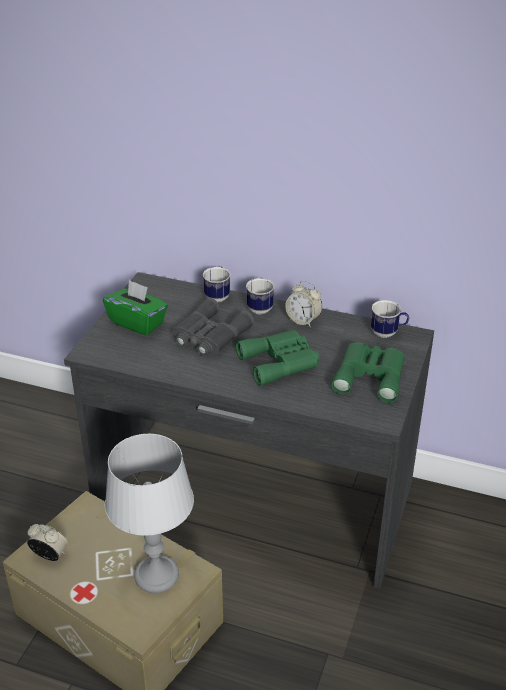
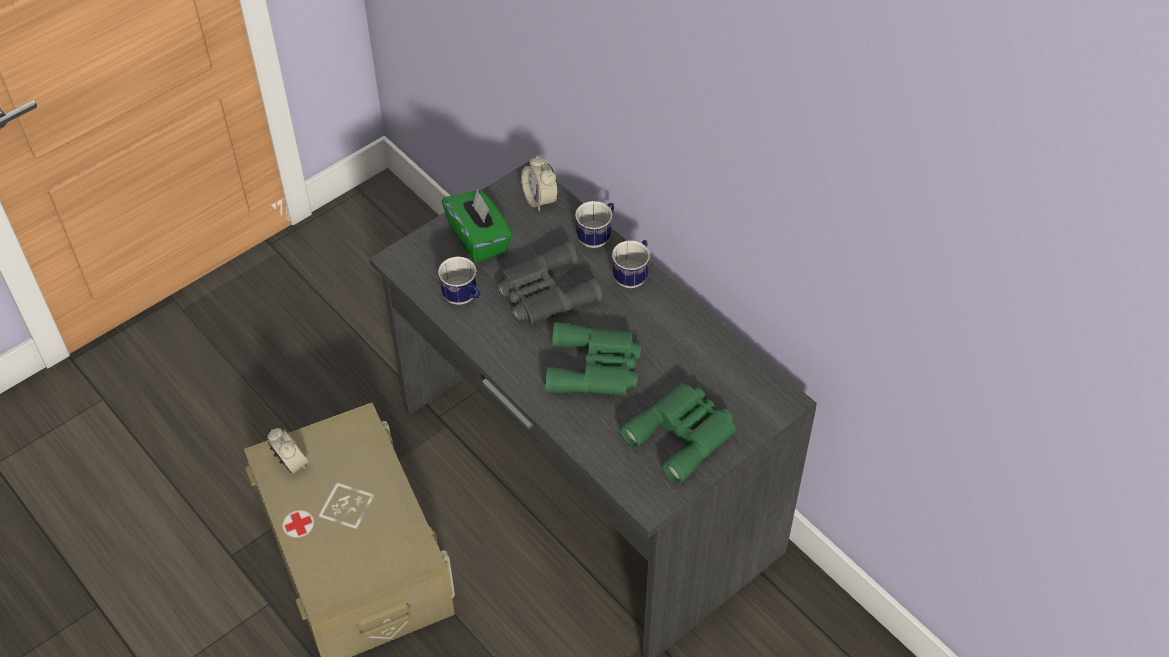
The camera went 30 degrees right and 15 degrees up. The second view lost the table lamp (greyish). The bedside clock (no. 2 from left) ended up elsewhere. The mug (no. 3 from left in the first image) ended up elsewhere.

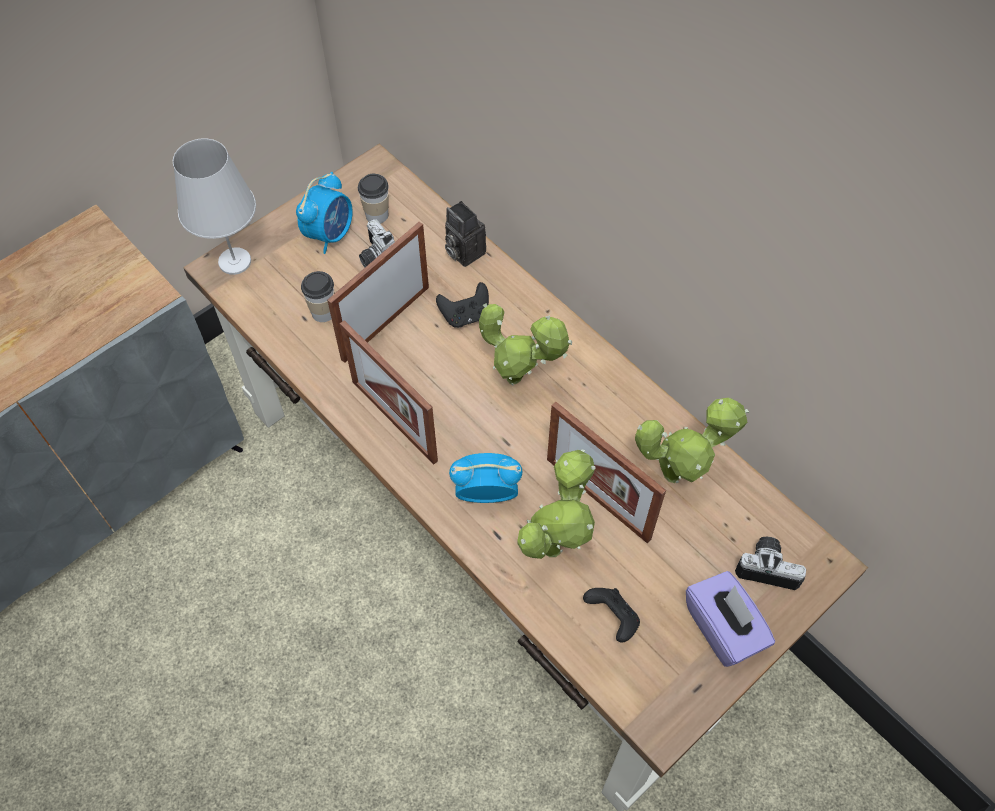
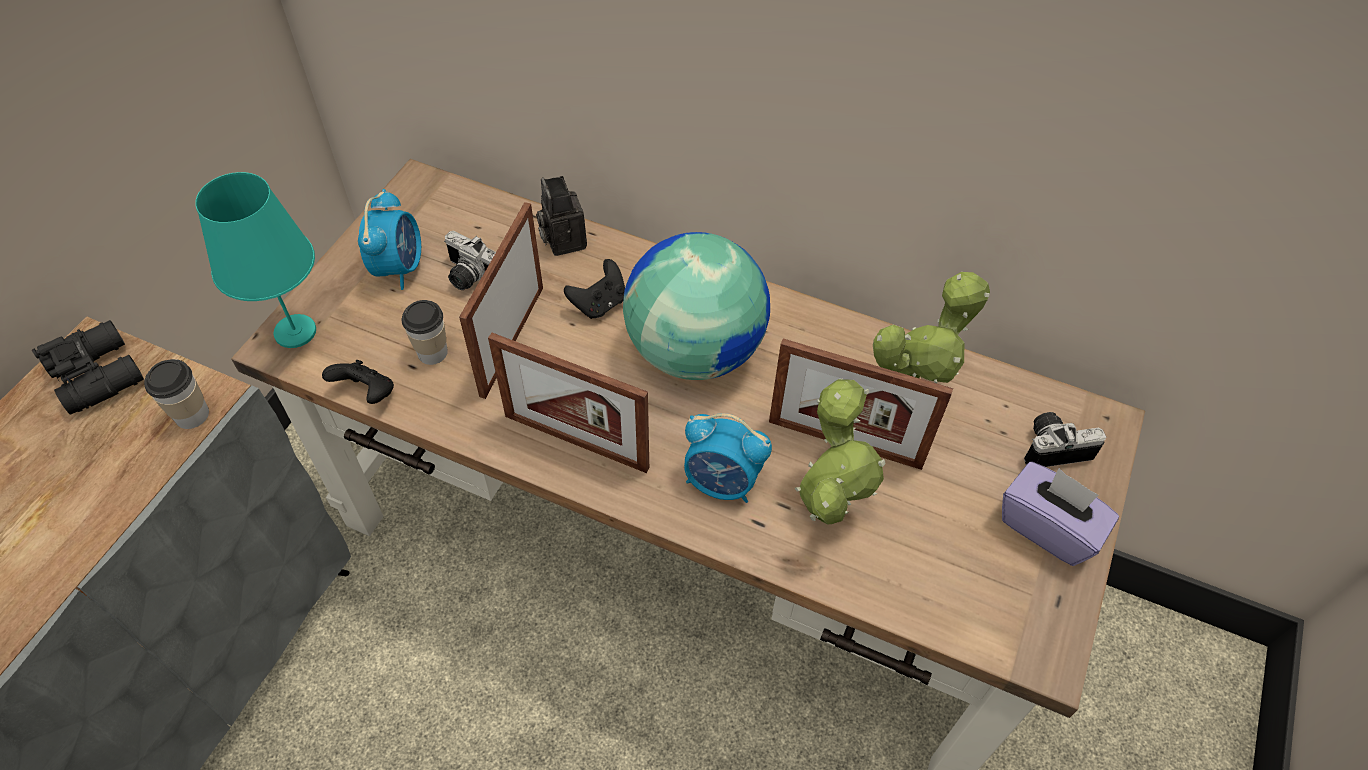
The camera went 25 degrees left and 5 degrees down. What was the table lamp (whitish) turned into the table lamp (turquoise-coloured). The drinking cup (no. 2 from left in the first image) ended up elsewhere. The still camera (no. 2 from left) ended up facing another way, 45 degrees clockwise from before. The bedside clock (no. 2 from left) ended up facing another way, 135 degrees counterclockwise from before. Where the plant in a pot (no. 1 from left) stood, the desk globe came to stand. The gamepad (black-coloured) (no. 2 from left in the first image) ended up elsewhere. The second view gained the field glasses (black-coloured).

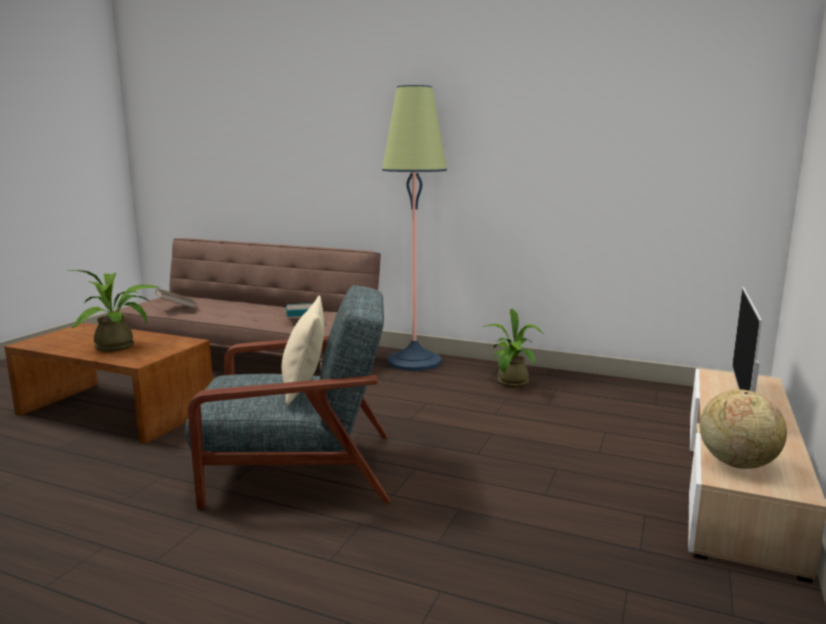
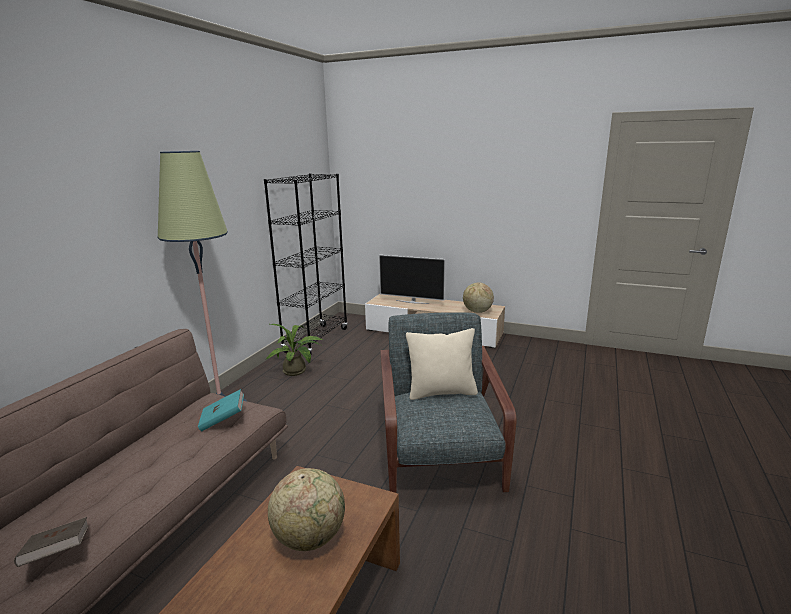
The camera went 90 degrees left and 5 degrees up. Where the plant in a pot (no. 1 from left) stood, the desk globe (no. 1 from left) came to stand. The second view gained the shelving unit (black-coloured).

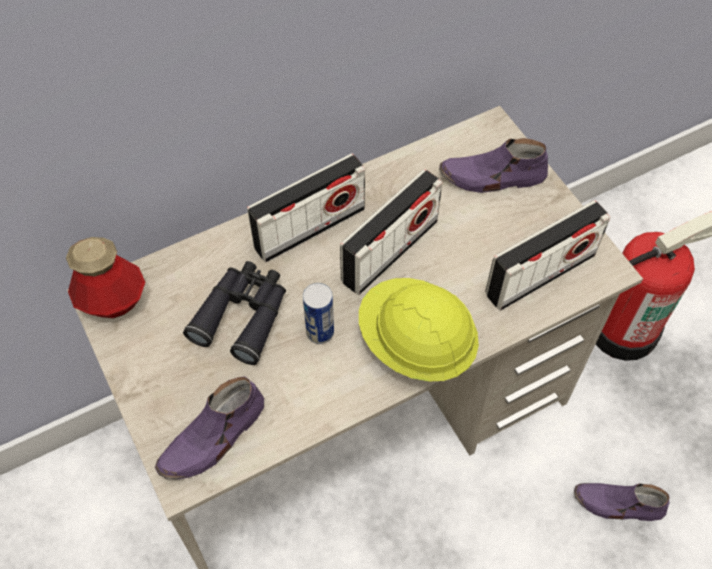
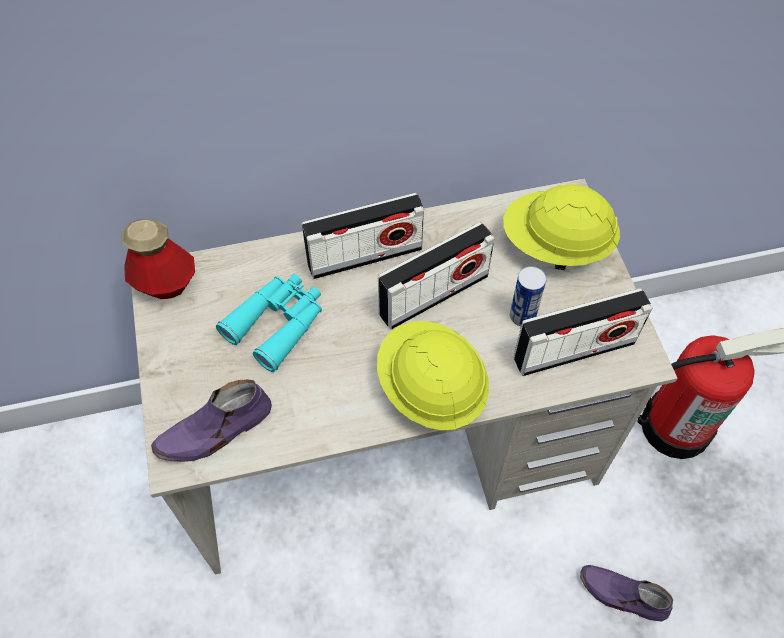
The camera went 15 degrees right and 0 degrees up. What was the field glasses (black-coloured) turned into the field glasses (turquoise-coloured). The can ended up elsewhere. Where the shoe (purple-coloured) (no. 2 from left) stood, the safety helmet (yellow-coloured) (no. 2 from left) came to stand.

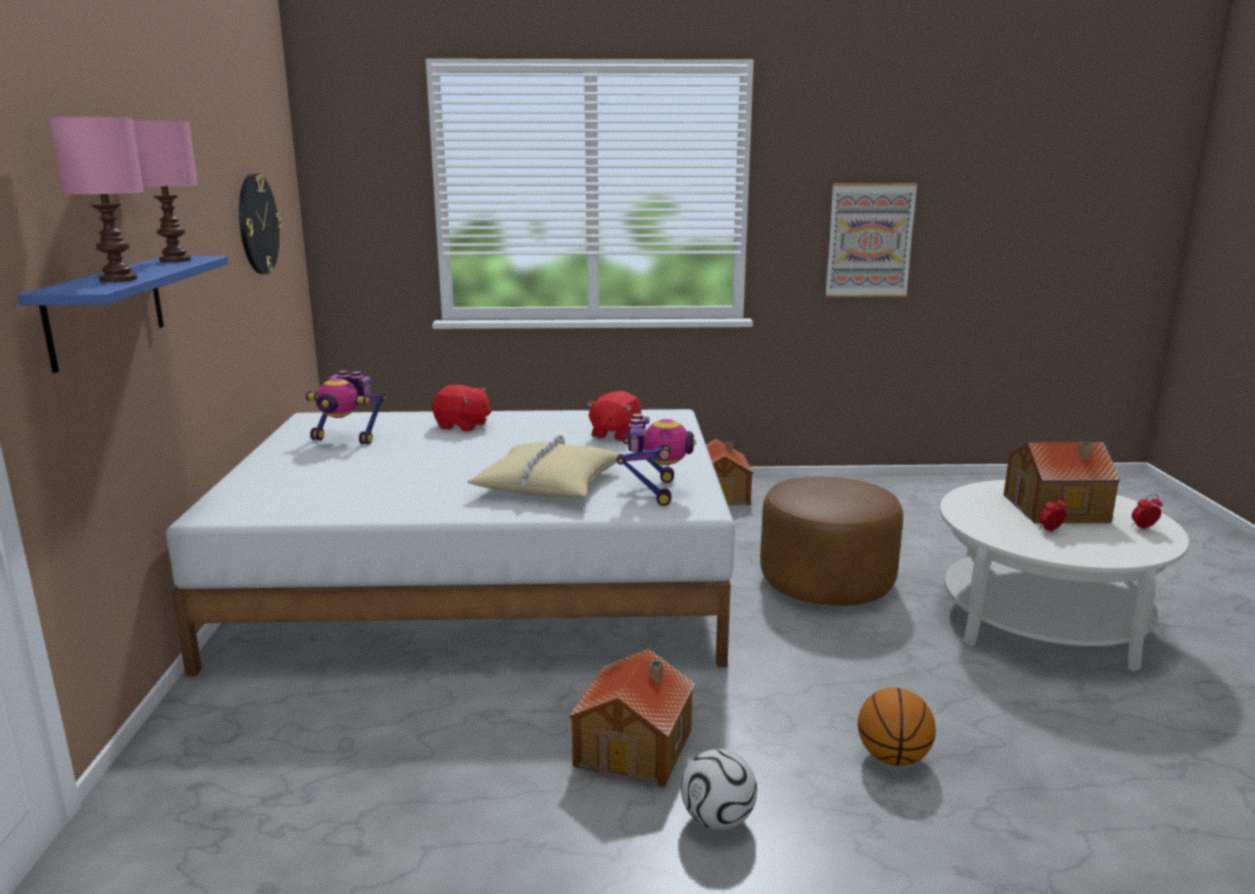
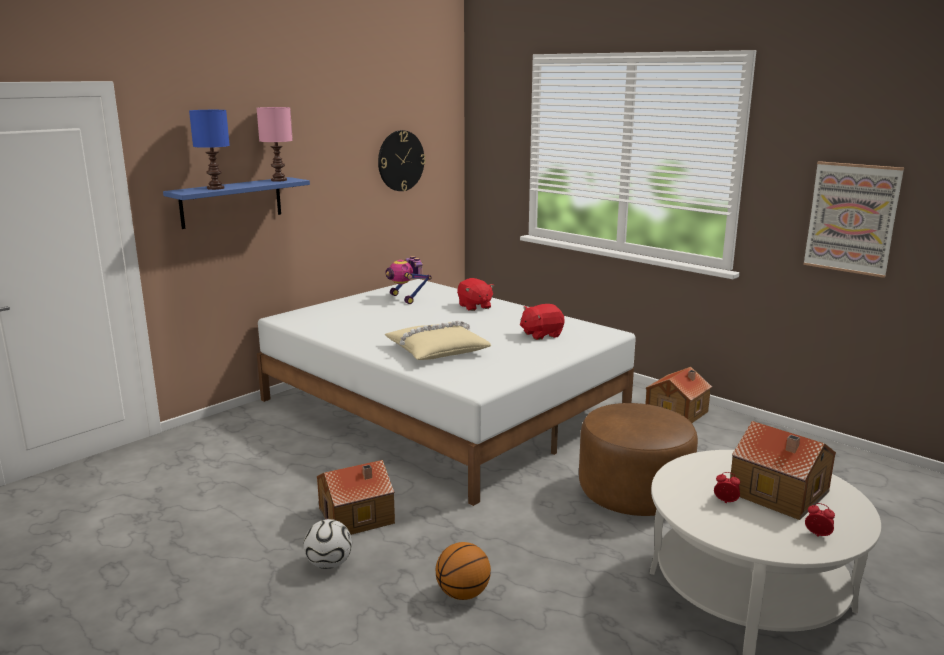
The camera went 45 degrees right and 0 degrees up. What was the table lamp (pink) (no. 1 from left) turned into the table lamp (bluish). The second view lost the robot figure (no. 2 from left).

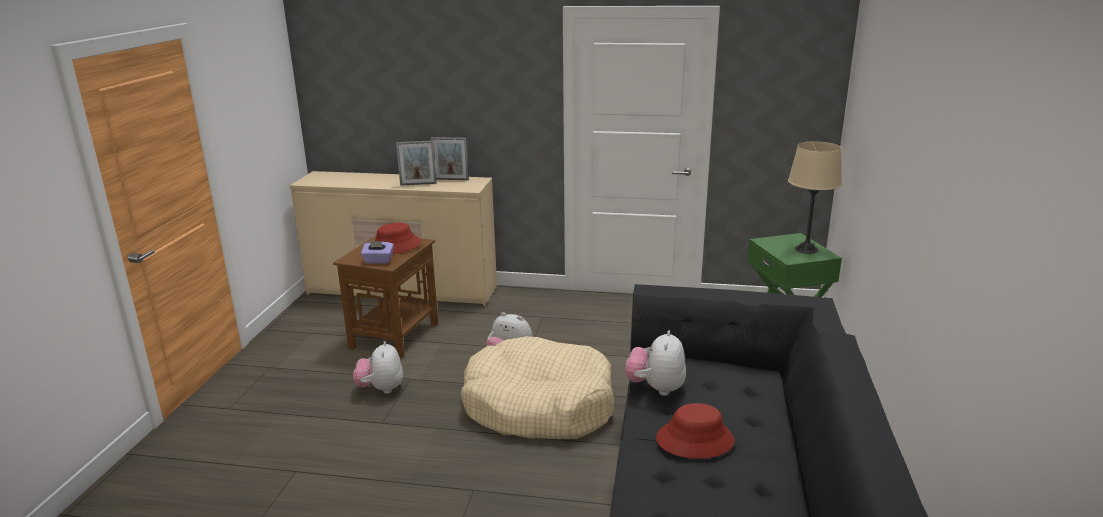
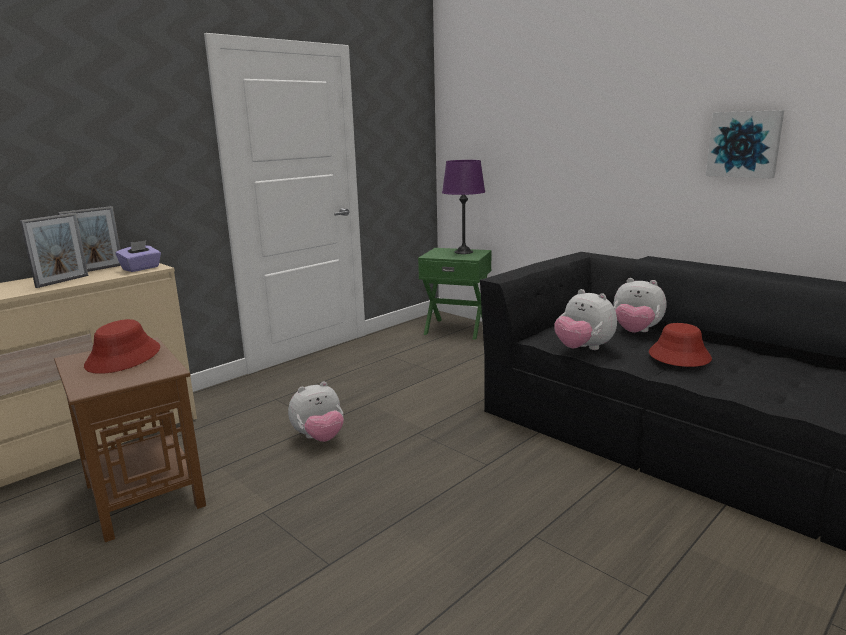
The camera went 55 degrees left and 5 degrees down. The soft toy (no. 1 from left in the first image) ended up elsewhere. The tissue holder (purple-coloured) ended up elsewhere. The second view lost the dog cushion (sand-coloured). What was the table lamp (sand-coloured) turned into the table lamp (purple-coloured). The second view gained the wall art.

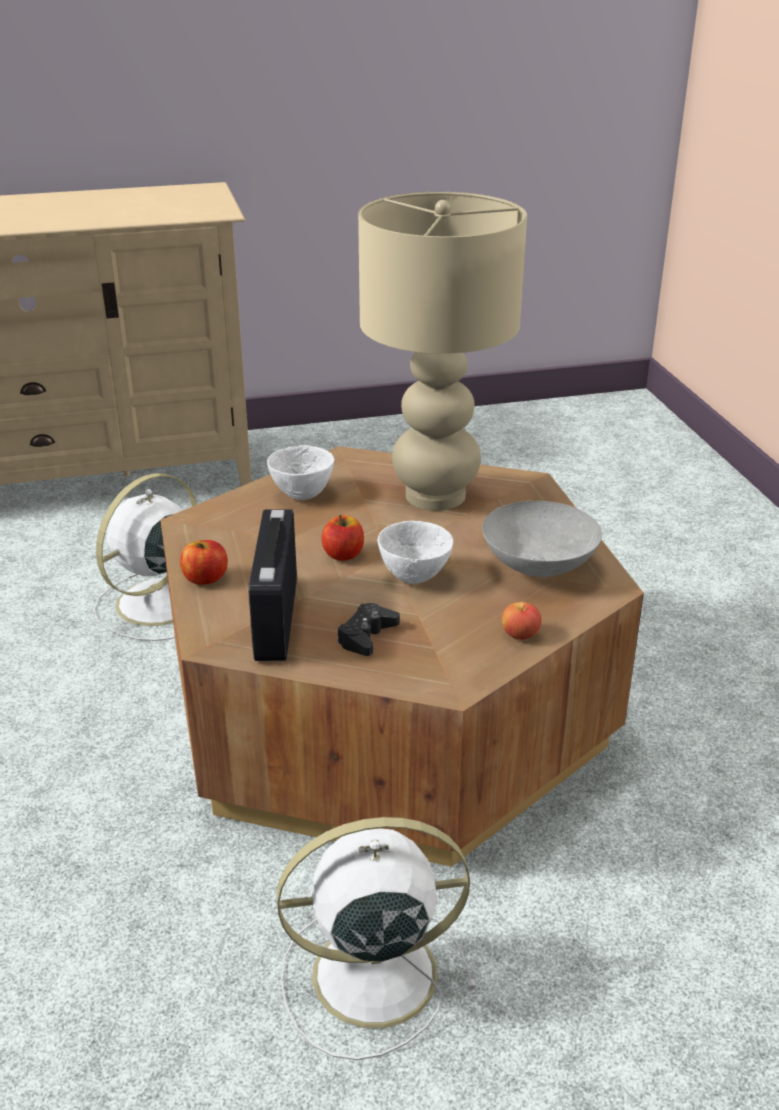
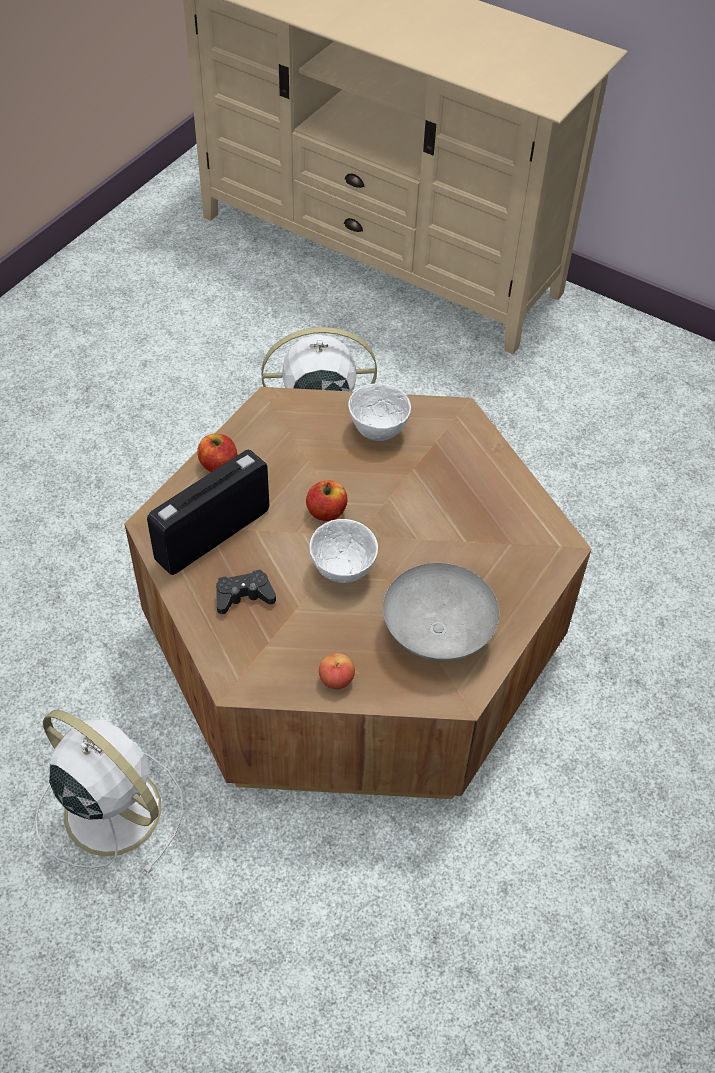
The camera went 45 degrees right and 20 degrees up. The second view lost the table lamp (sand-coloured).

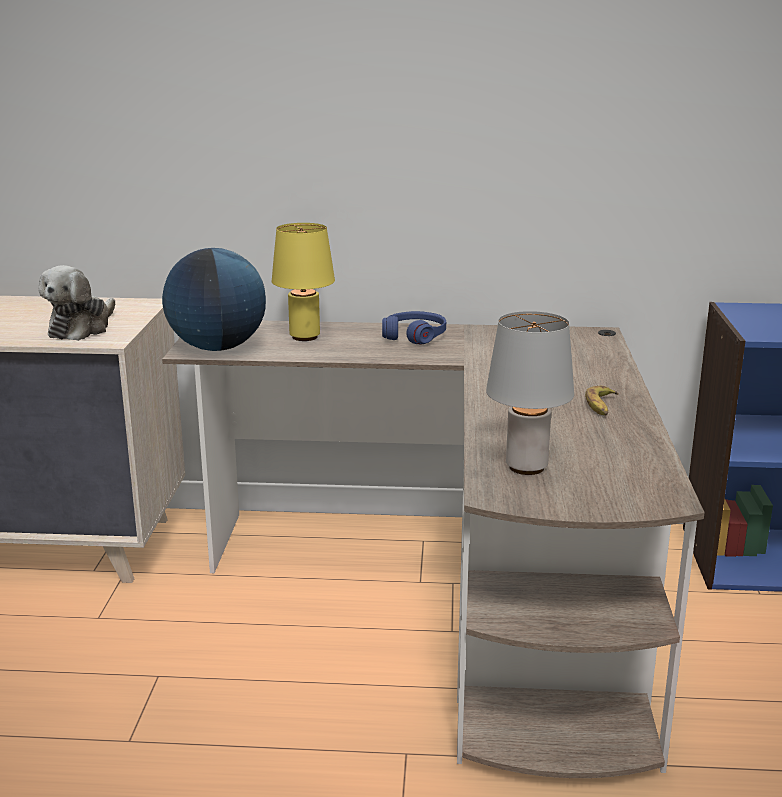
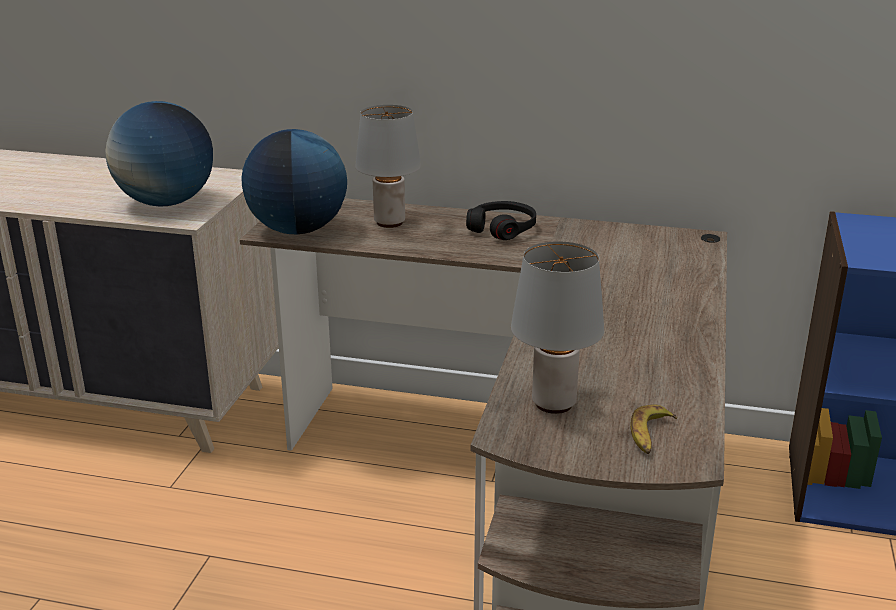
The camera went 10 degrees right and 5 degrees up. Where the soft toy stood, the desk globe (no. 1 from left) came to stand. What was the table lamp (yellow-coloured) turned into the table lamp (greyish) (no. 1 from left). What was the headset (bluish) turned into the headset (black-coloured). The whole banana ended up elsewhere.

